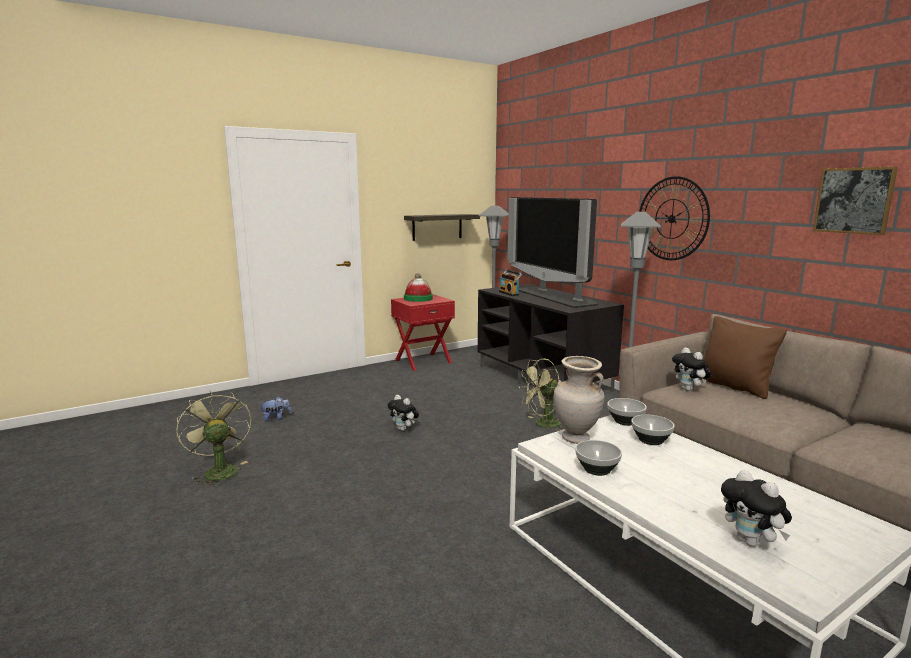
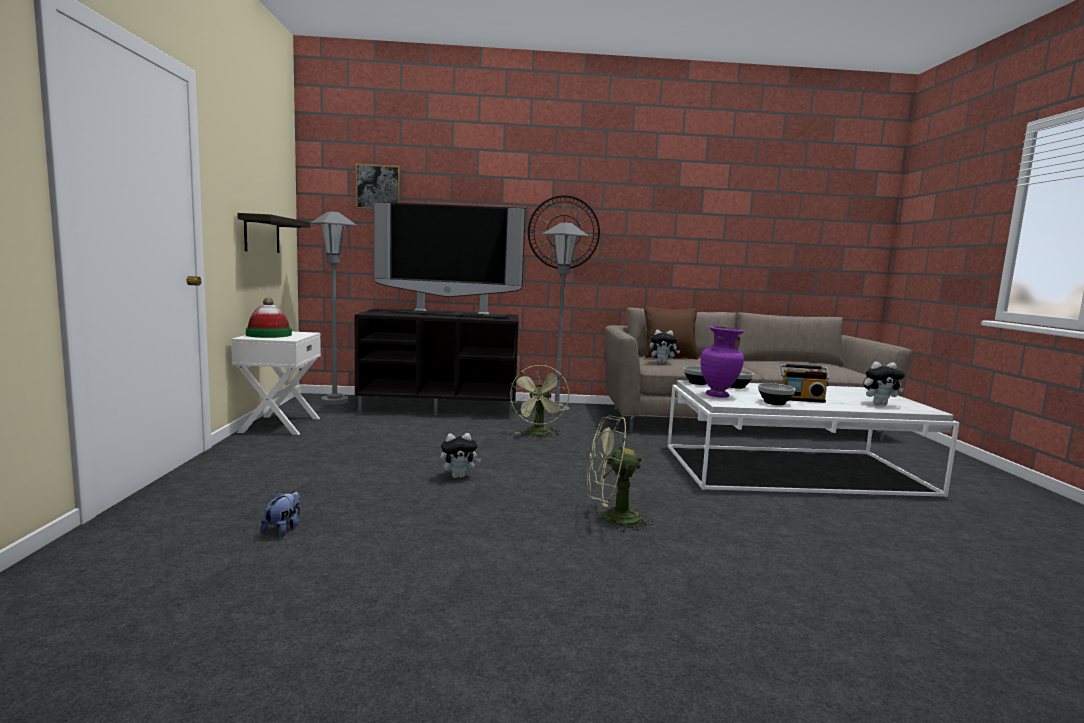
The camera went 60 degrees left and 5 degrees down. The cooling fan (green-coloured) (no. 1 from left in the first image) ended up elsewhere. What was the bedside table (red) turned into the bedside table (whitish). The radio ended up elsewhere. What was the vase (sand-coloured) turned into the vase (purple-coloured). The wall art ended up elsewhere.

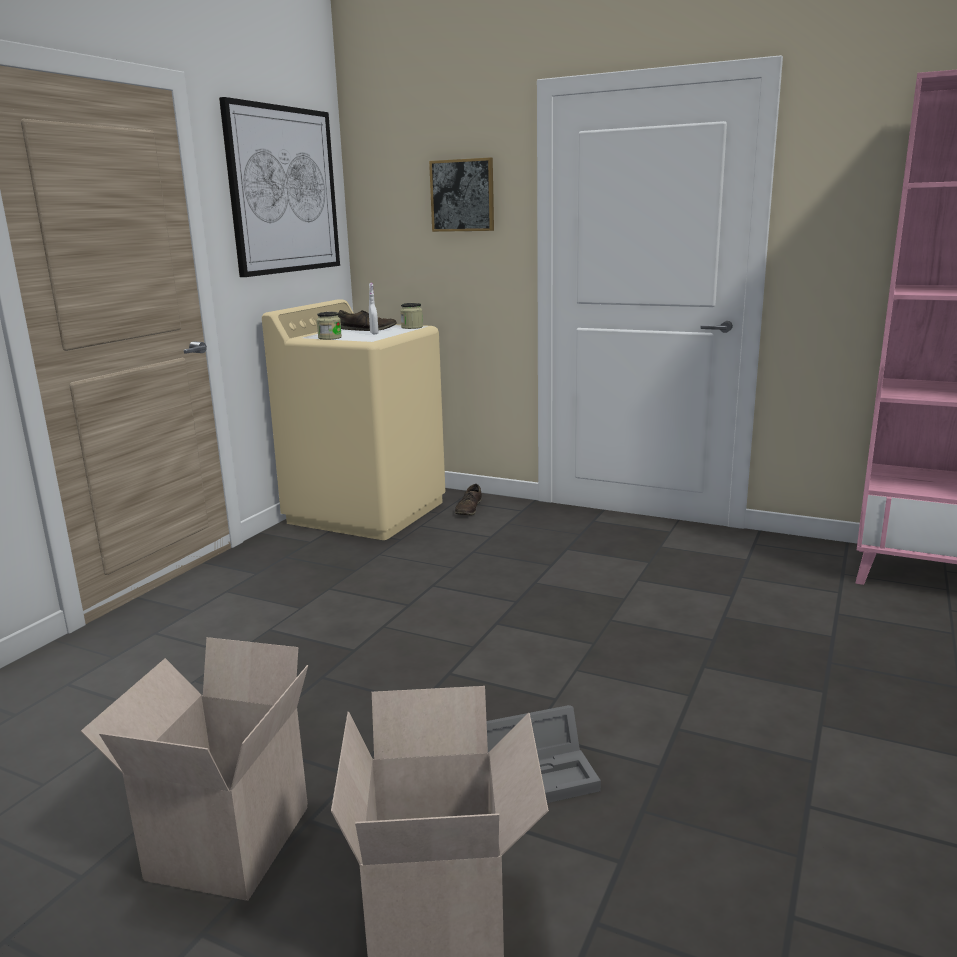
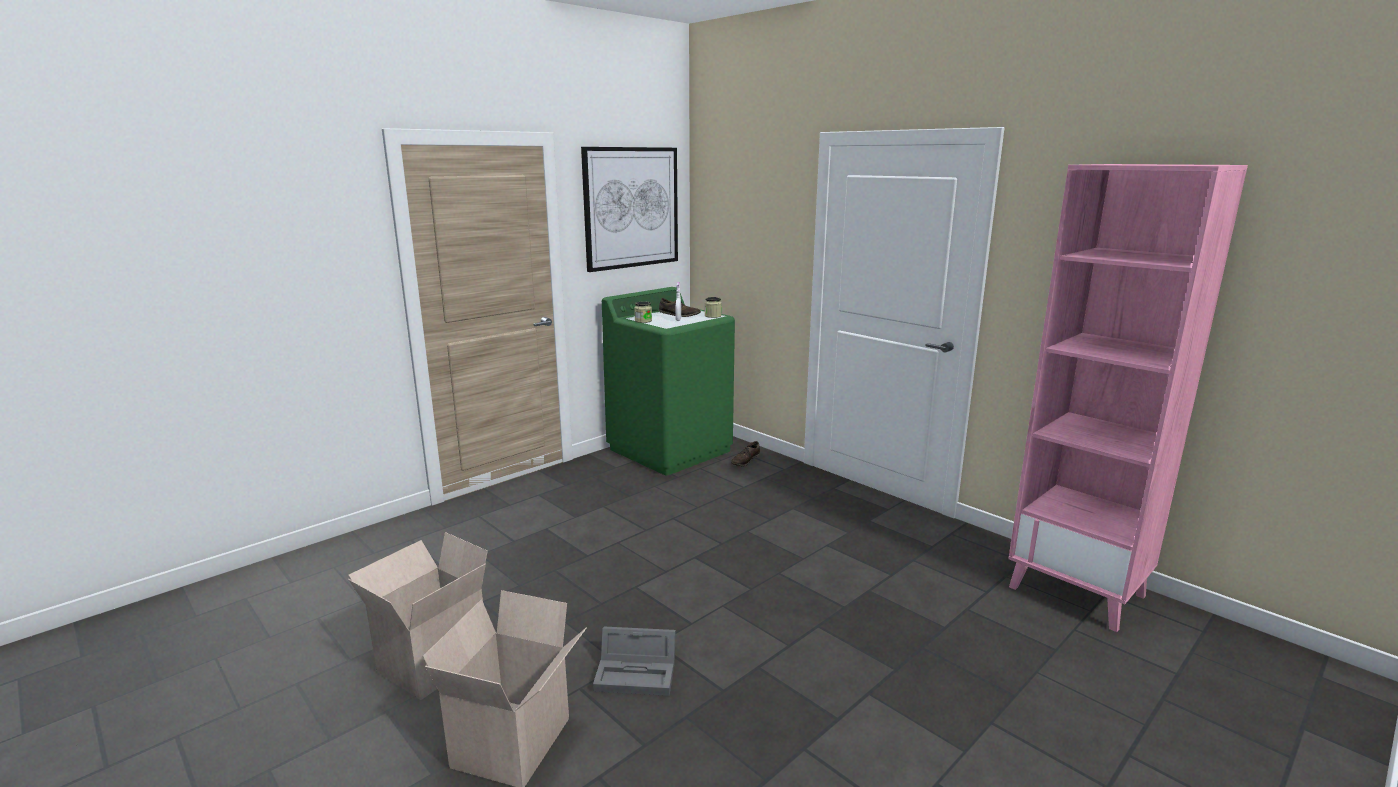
The camera went 20 degrees right and 0 degrees up. What was the laundry machine (sand-coloured) turned into the laundry machine (green-coloured). The second view lost the wall art (no. 2 from left).

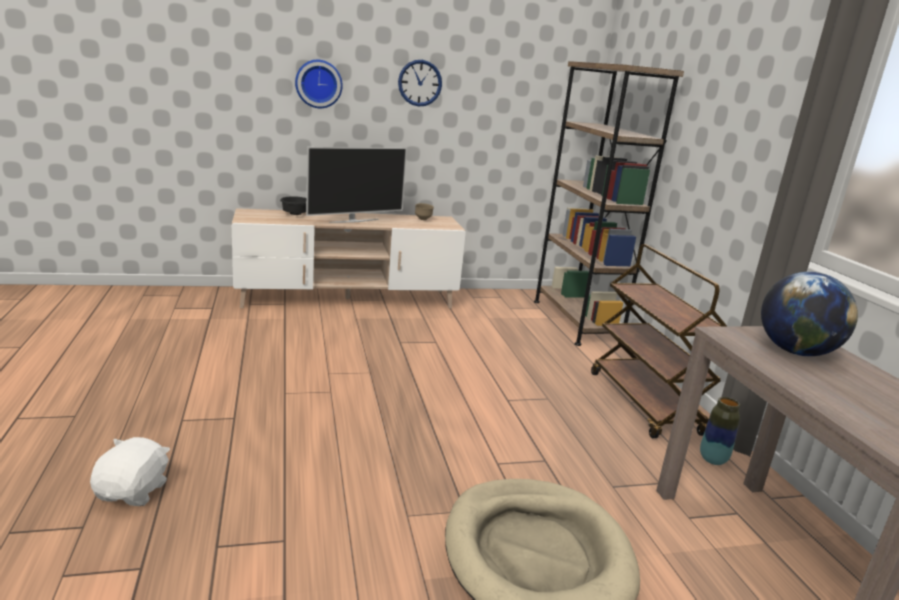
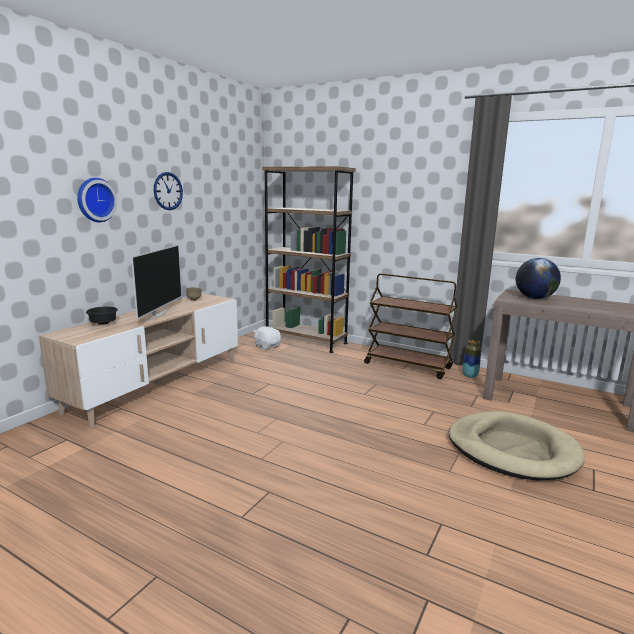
The camera went 45 degrees left and 5 degrees down. The soft toy (whitish) ended up elsewhere.

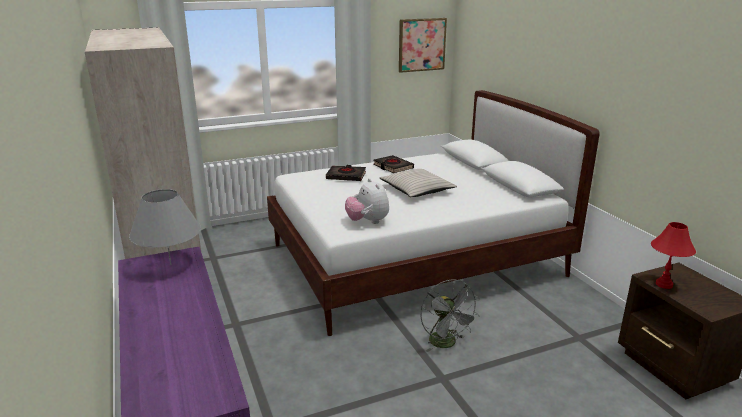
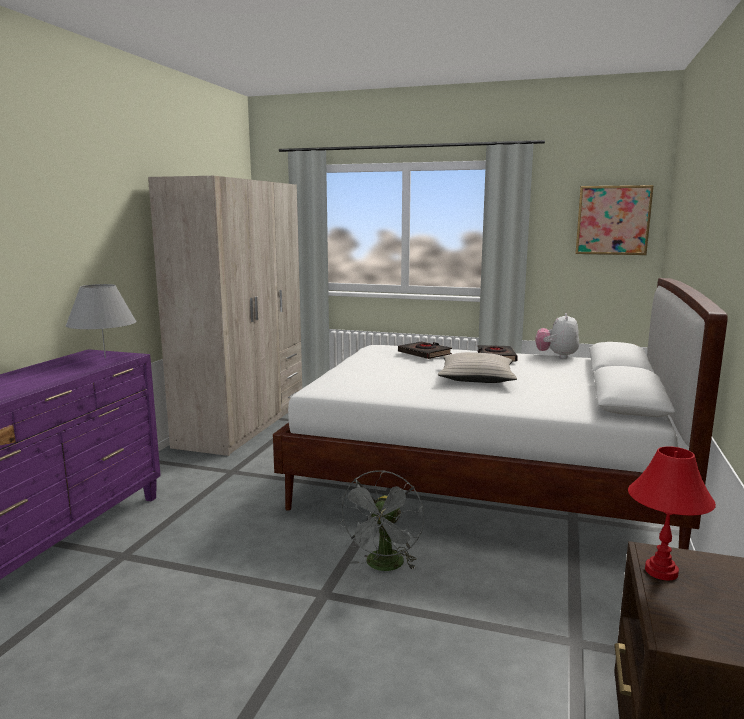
The camera went 40 degrees right and 10 degrees down. The soft toy ended up elsewhere.

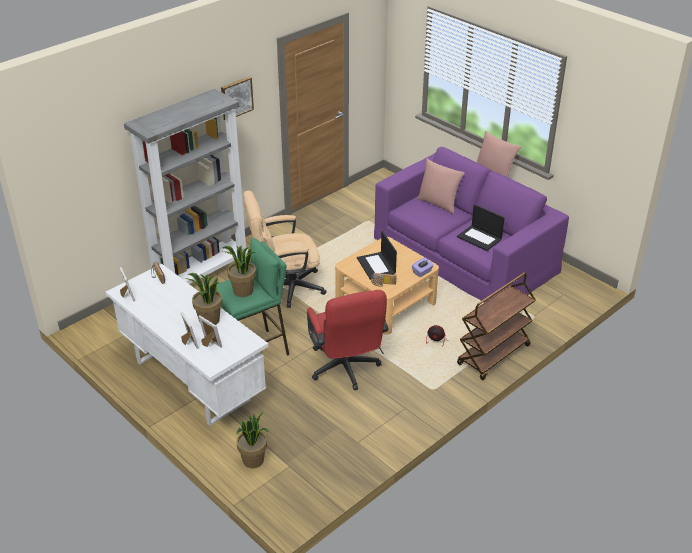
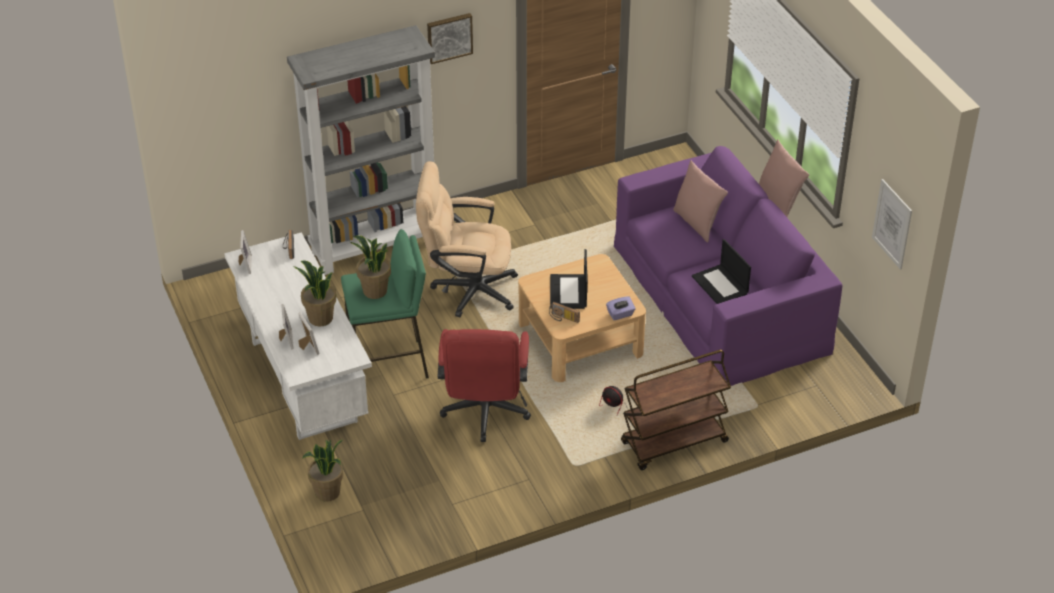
The camera went 20 degrees right and 5 degrees up. The second view gained the wall art (no. 2 from left).

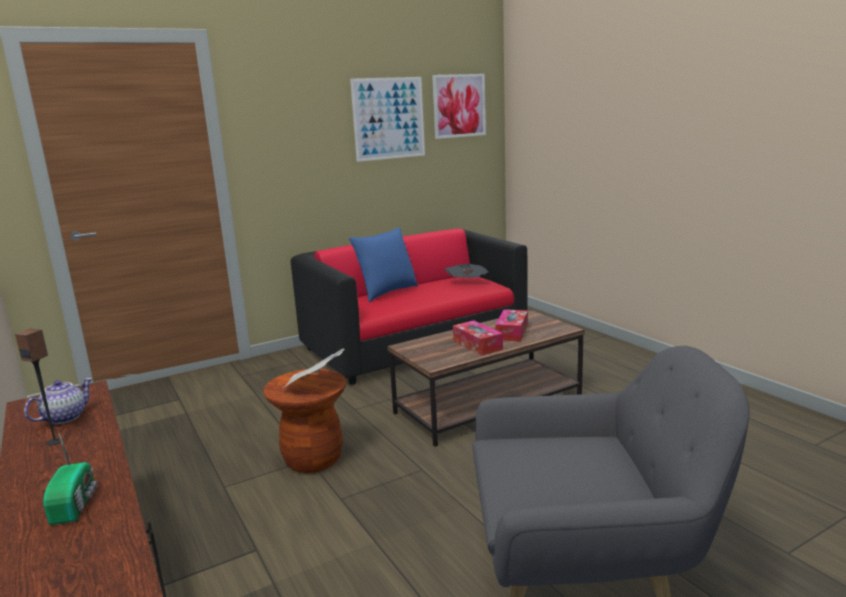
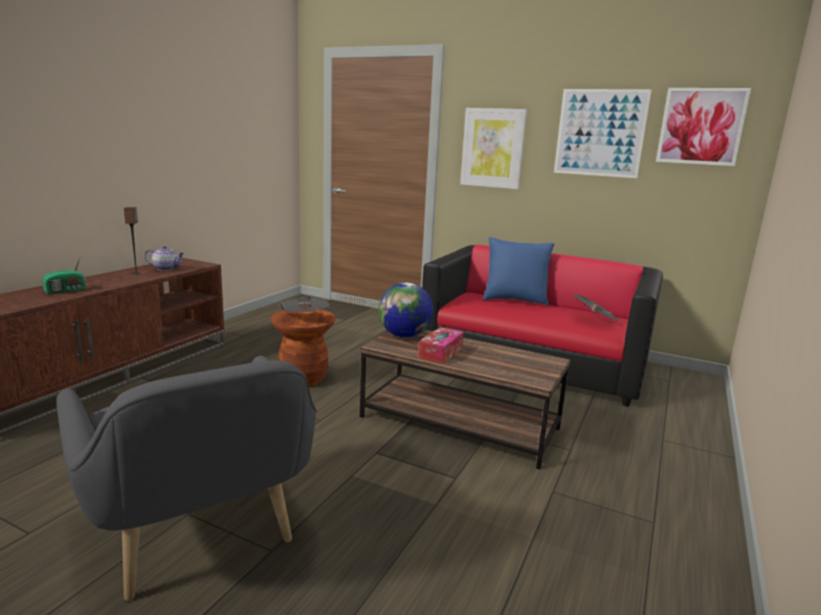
The camera went 55 degrees right and 0 degrees up. The second view lost the tissue holder (no. 2 from left). The second view gained the desk globe. The second view gained the wall art (no. 1 from left).

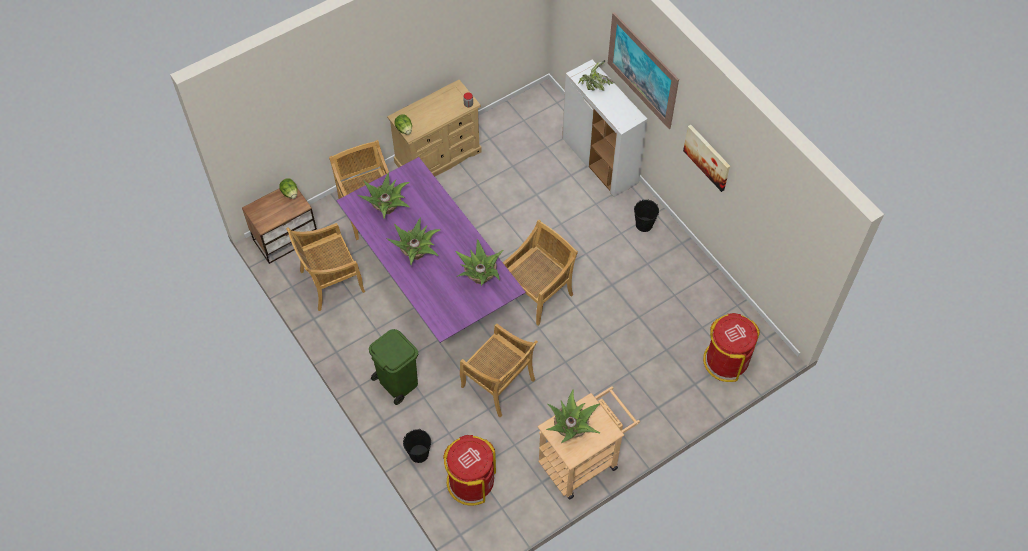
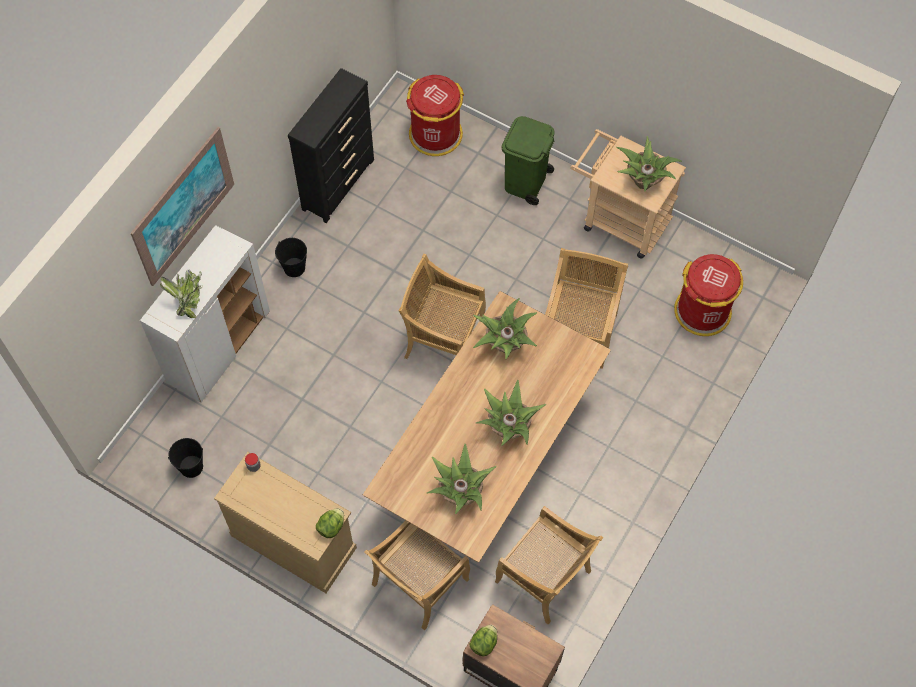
The camera went 115 degrees left and 5 degrees up. What was the dinner table (purple-coloured) turned into the dinner table (brown-coloured). The trash can (green-coloured) ended up elsewhere. The pail (black-coloured) (no. 1 from left) ended up elsewhere. The second view lost the wall art (no. 2 from left). The second view gained the dresser (black-coloured).

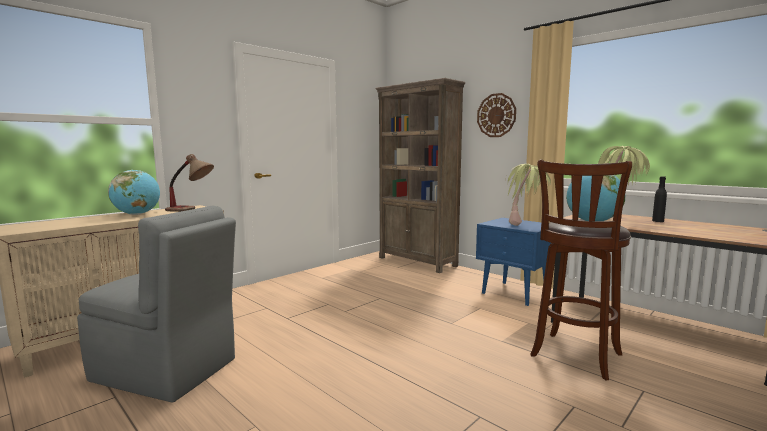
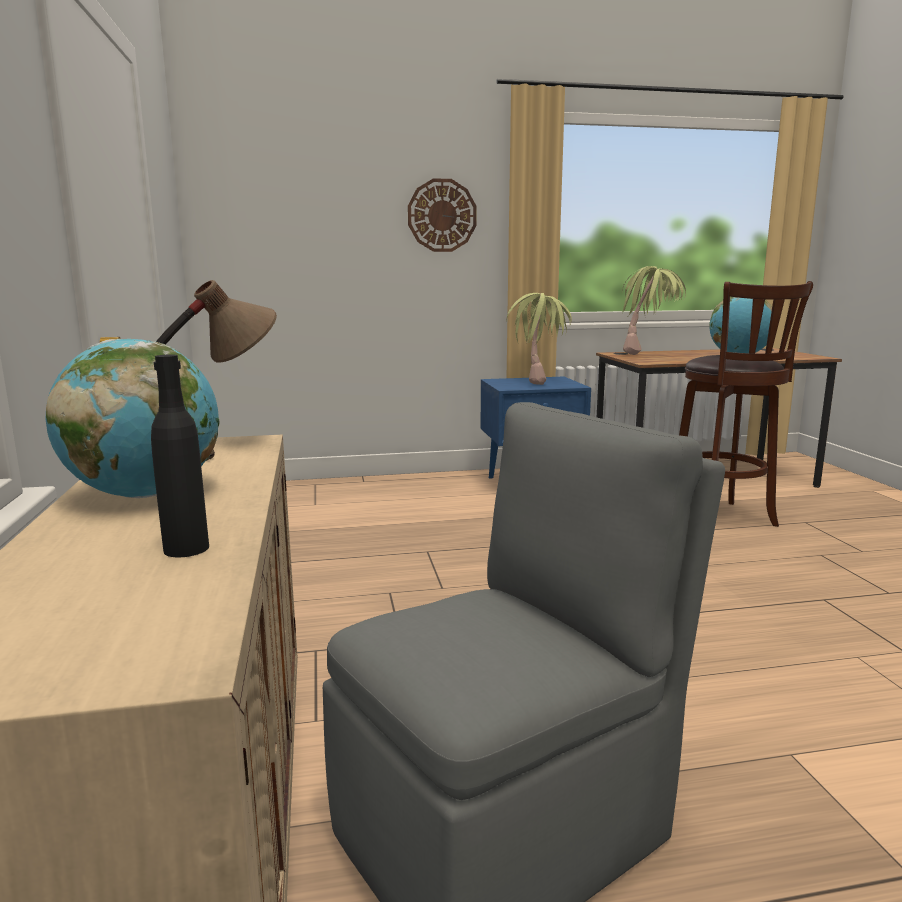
The camera went 55 degrees left and 5 degrees up. The second view lost the shelving unit (brown-coloured). The beverage bottle (black-coloured) ended up elsewhere.

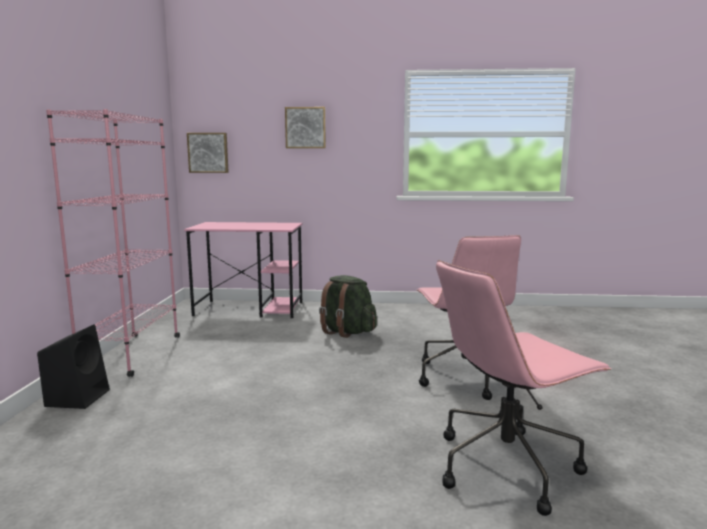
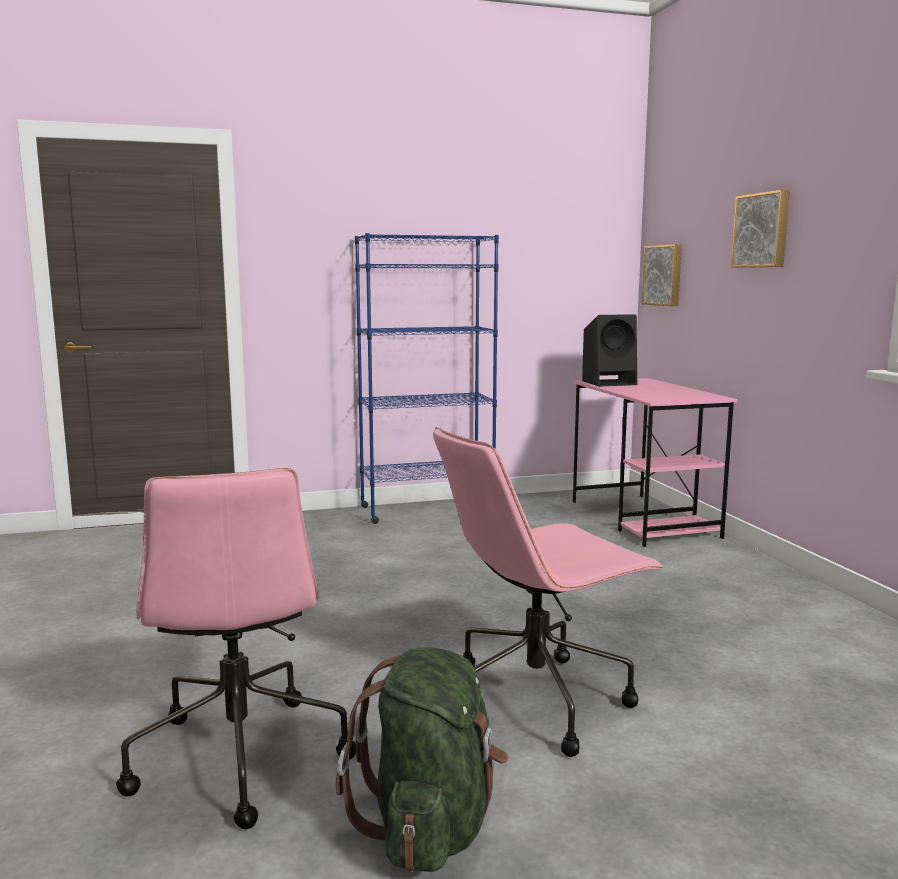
The camera went 70 degrees right and 0 degrees up. The loudspeaker (black-coloured) ended up elsewhere. What was the shelving unit (pink) turned into the shelving unit (bluish). The knapsack (green-coloured) ended up elsewhere. The office chair (pink) (no. 2 from left in the first image) ended up facing another way, 150 degrees counterclockwise from before.

